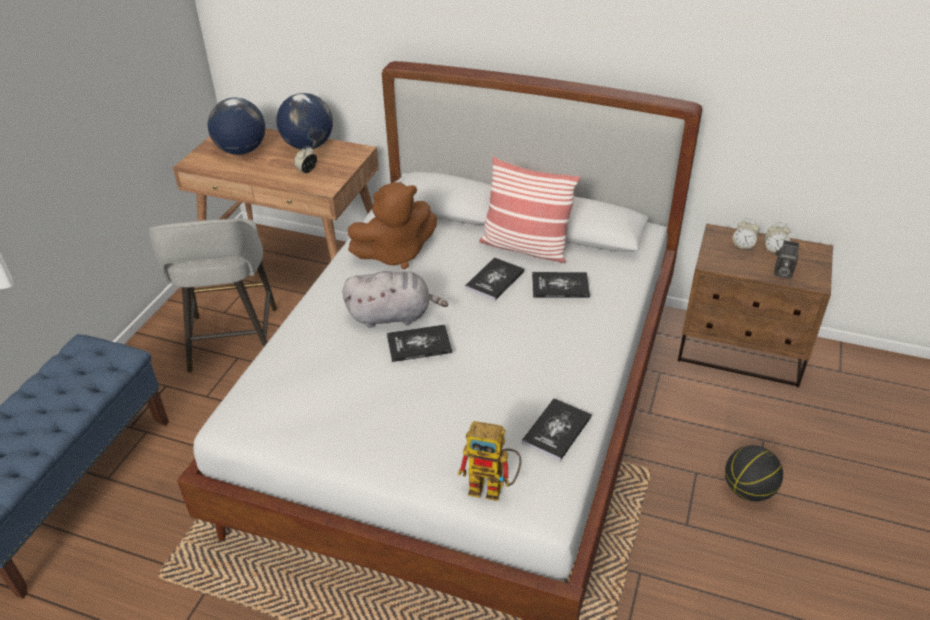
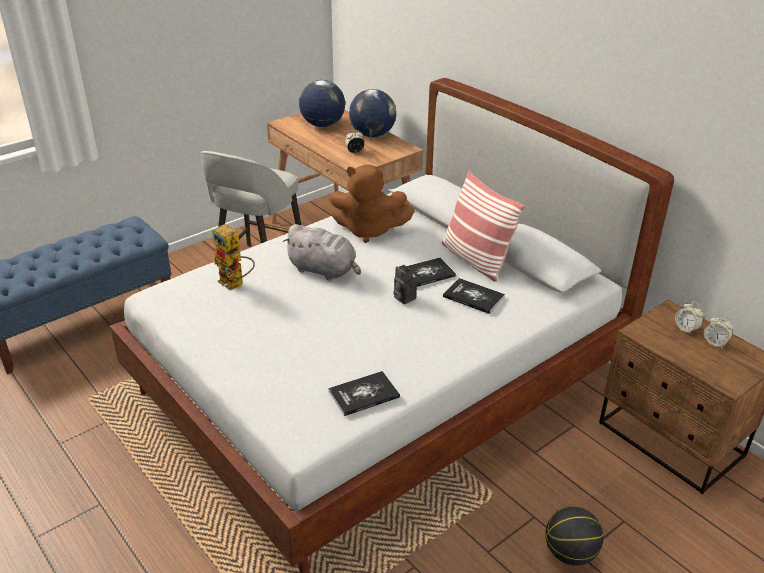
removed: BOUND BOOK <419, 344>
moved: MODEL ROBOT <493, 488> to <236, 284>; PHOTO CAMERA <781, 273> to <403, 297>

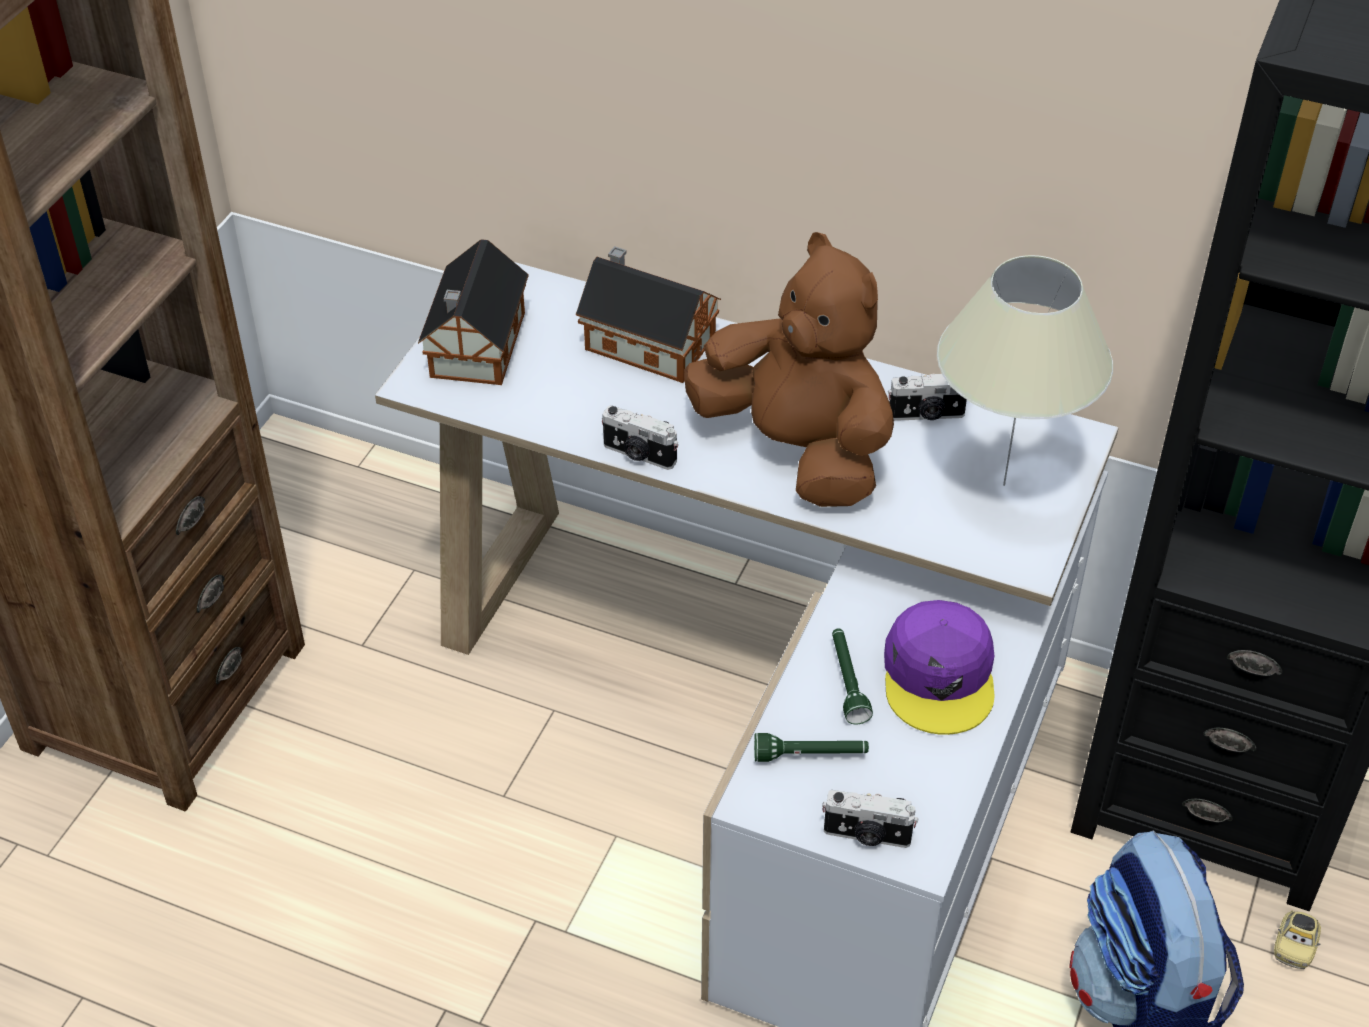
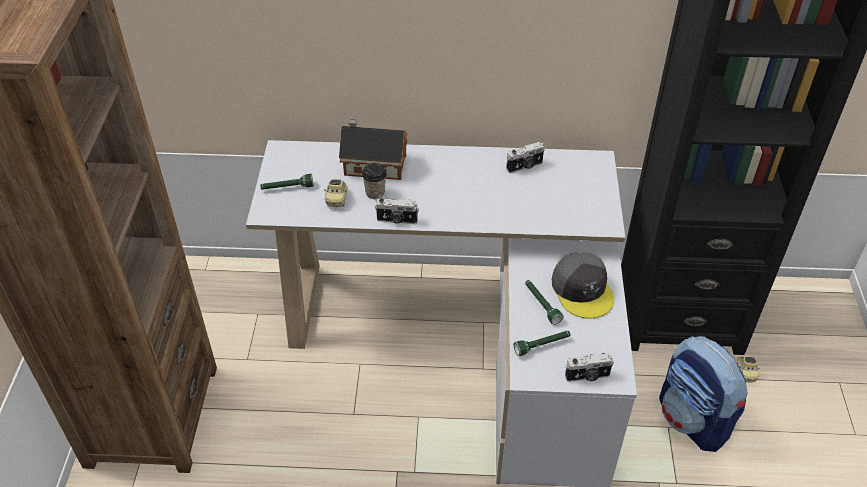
removed: BROWN-COLOURED PLUSH TOY <797, 449>; BEIGE-COLOURED LAMP FOR A TABLE <1003, 484>
added: TOY CAR <337, 199>; CUP <375, 193>
replaced: MODEL HOUSE <475, 348> to GREEN FLASHLIGHT <287, 188>
recoloured: PURPLISH BASEBALL CAP <939, 676> to GRAY BASEBALL CAP <582, 290>

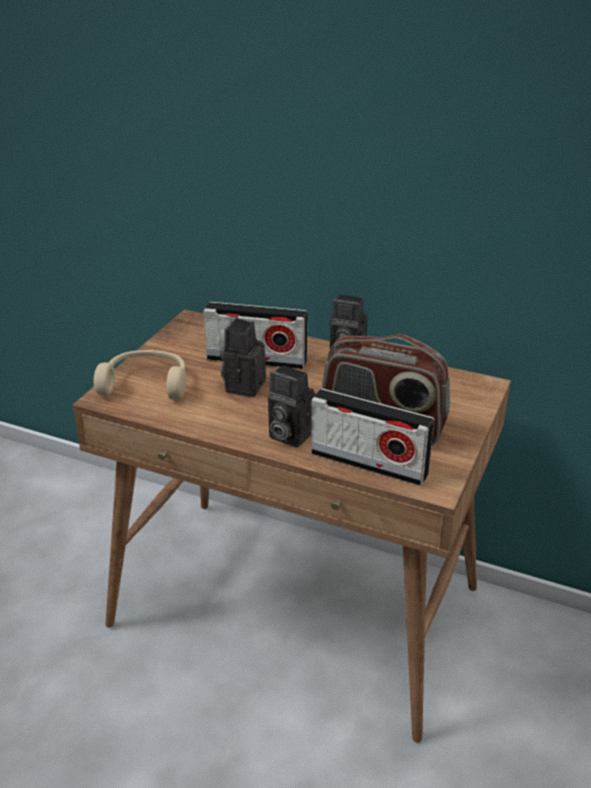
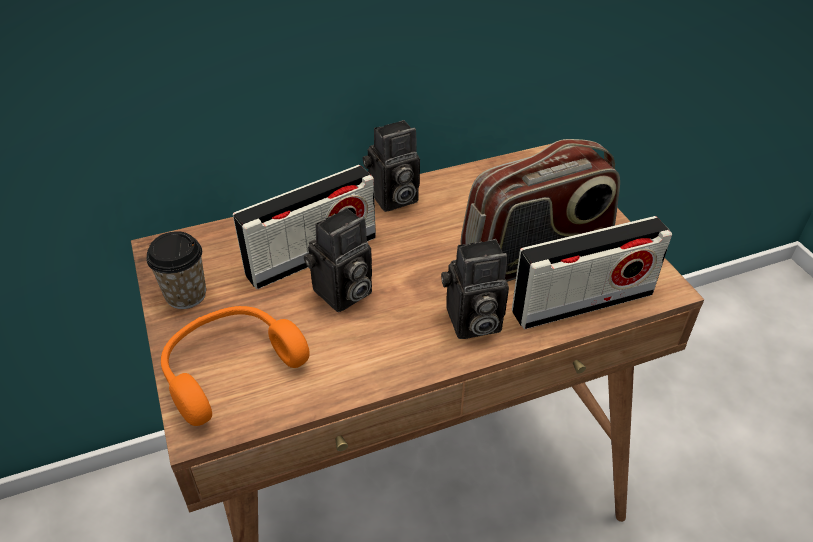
added: CUP <186, 295>
recoloured: BEIGE-COLOURED HEADSET <146, 384> to ORANGEY HEADSET <229, 368>
turned: PHOTO CAMERA <243, 385> = <342, 294> 105 degrees counterclockwise

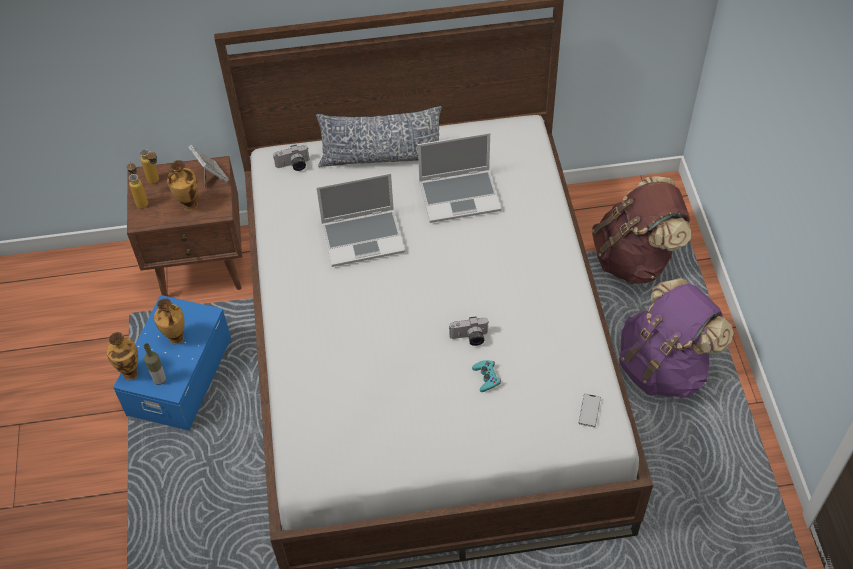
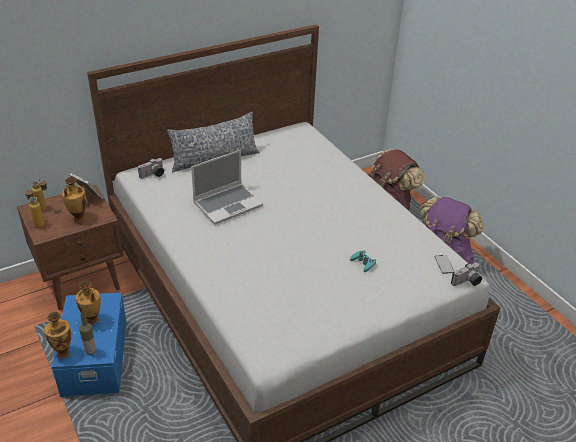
removed: NOTEBOOK COMPUTER <460, 196>
moved: PHOTO CAMERA <469, 338> to <467, 282>

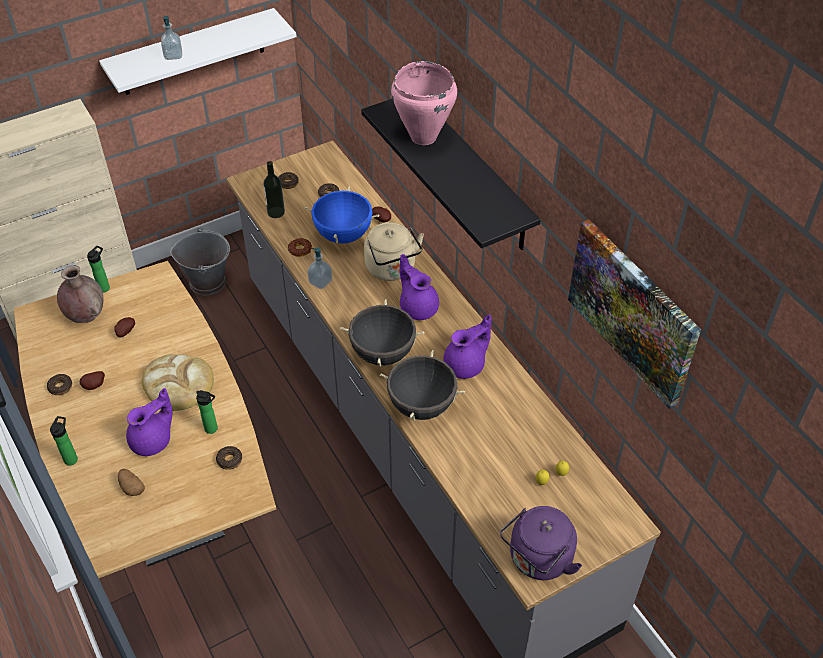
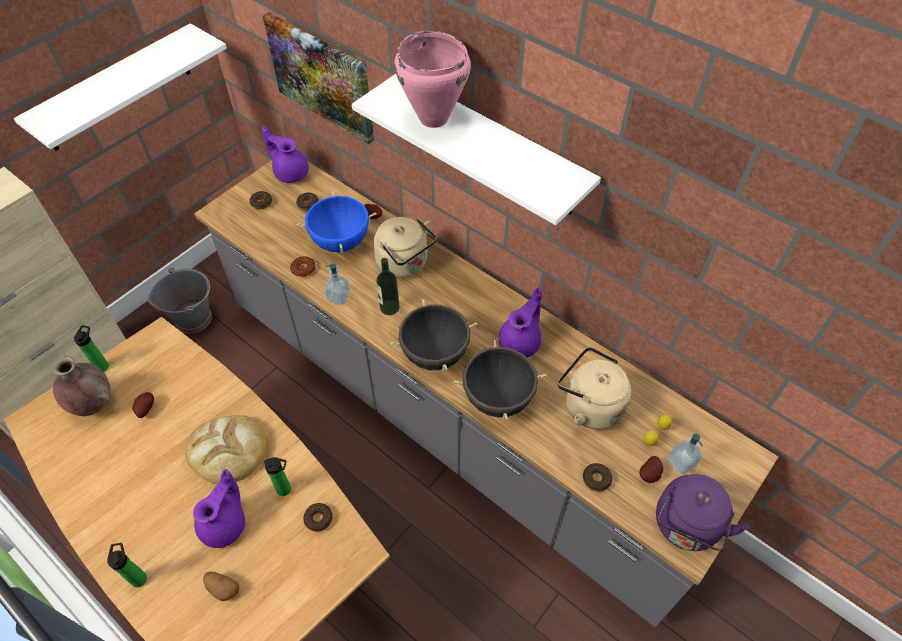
added: BEIGE-COLOURED TEA KETTLE <589, 405>
moved: DOUGHNUT <60, 387> to <596, 479>; SPUD <95, 386> to <650, 475>; SOAP DISPENSER <173, 55> to <681, 462>; DRINK BOTTLE <276, 212> to <389, 307>; PURPLISH TEAPOT <418, 307> to <290, 172>; PICTURE <632, 311> to <322, 77>
recoloured: BLACKISH BRACKET SHELF <472, 172> to WHITE-COLOURED BRACKET SHELF <491, 145>

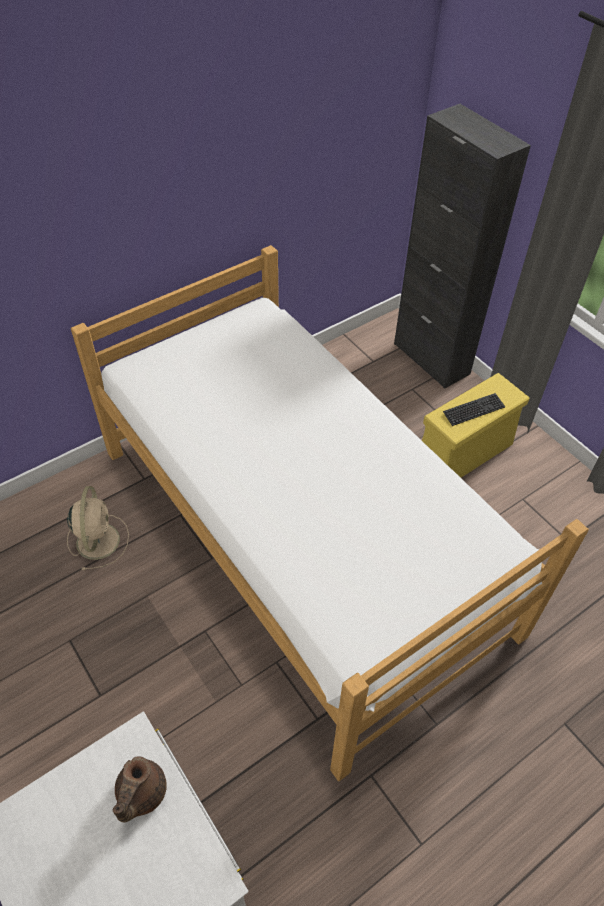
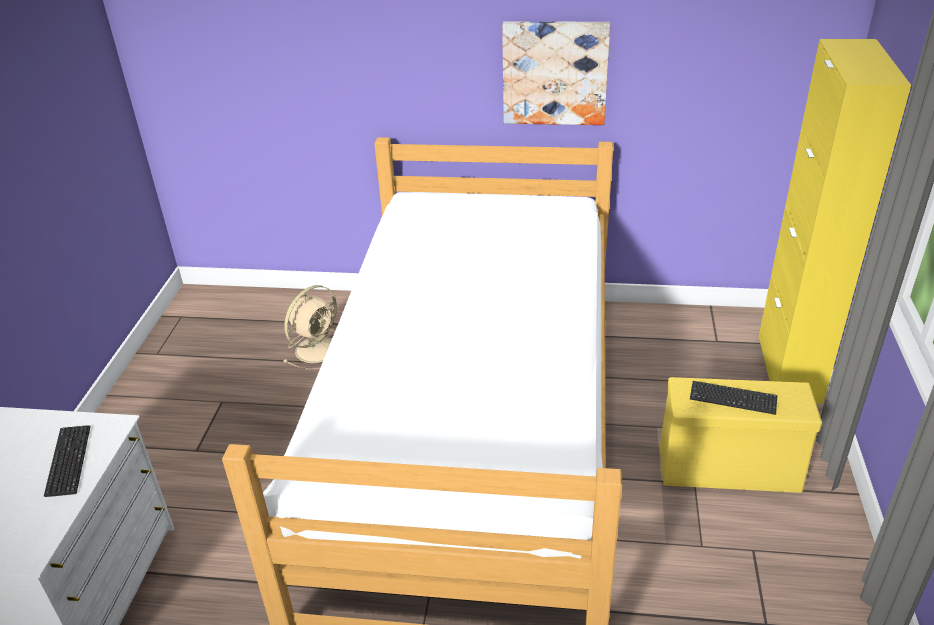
added: PICTURE <555, 73>
replaced: BROWN-COLOURED TEAPOT <140, 794> to PC KEYBOARD <69, 461>
recoloured: BLACKISH CUPBOARD <431, 359> to YELLOW-COLOURED CUPBOARD <789, 369>

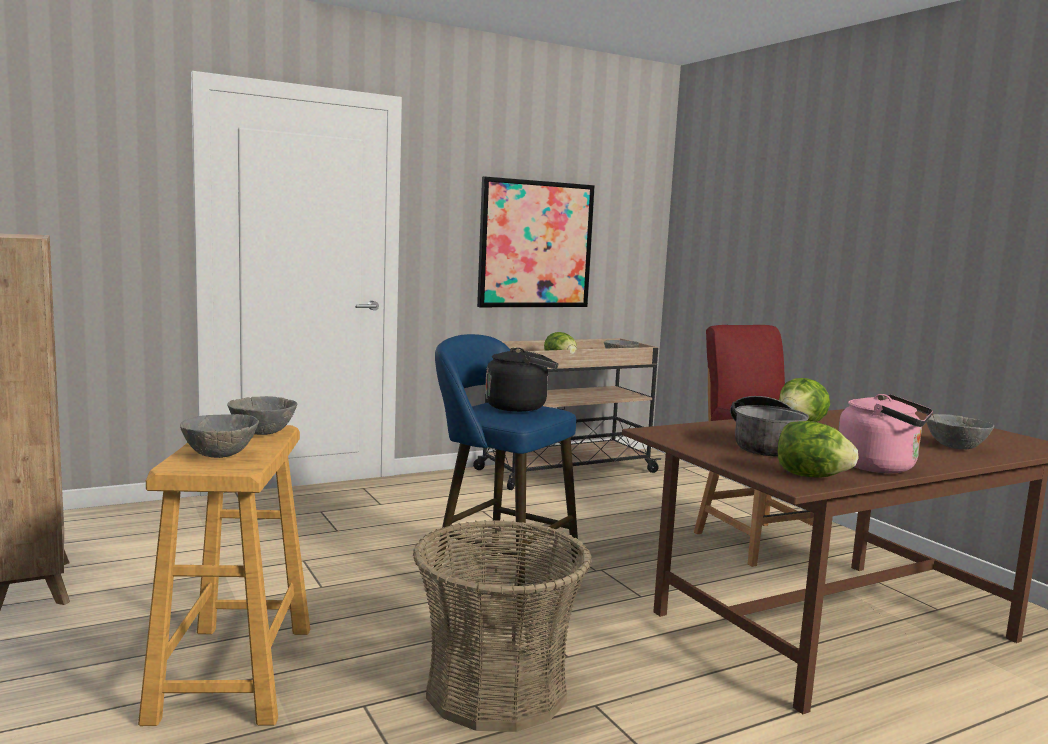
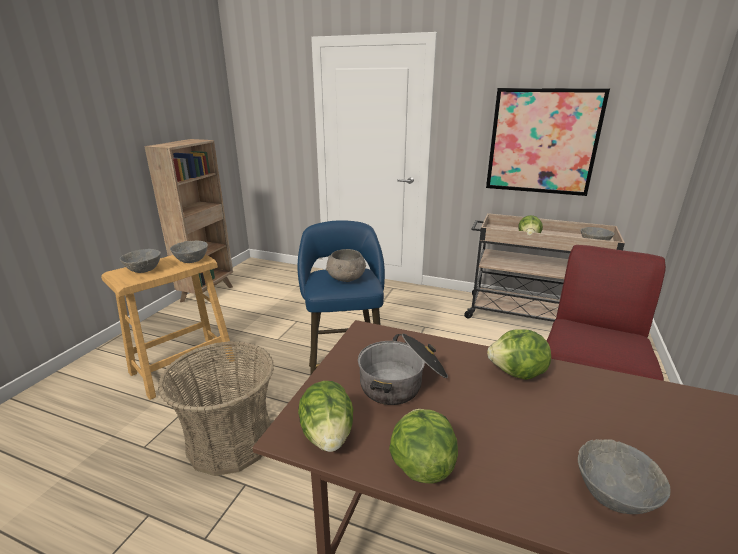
replaced: BLACKISH TEA KETTLE <520, 407> to GRAY DEEP DISH <346, 278>; PINKISH TEA KETTLE <881, 467> to LETTUCE HEAD <421, 465>

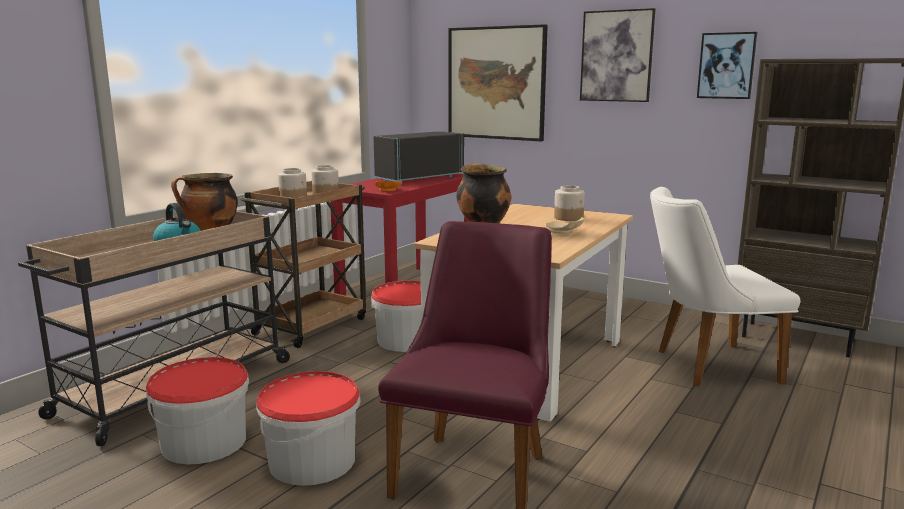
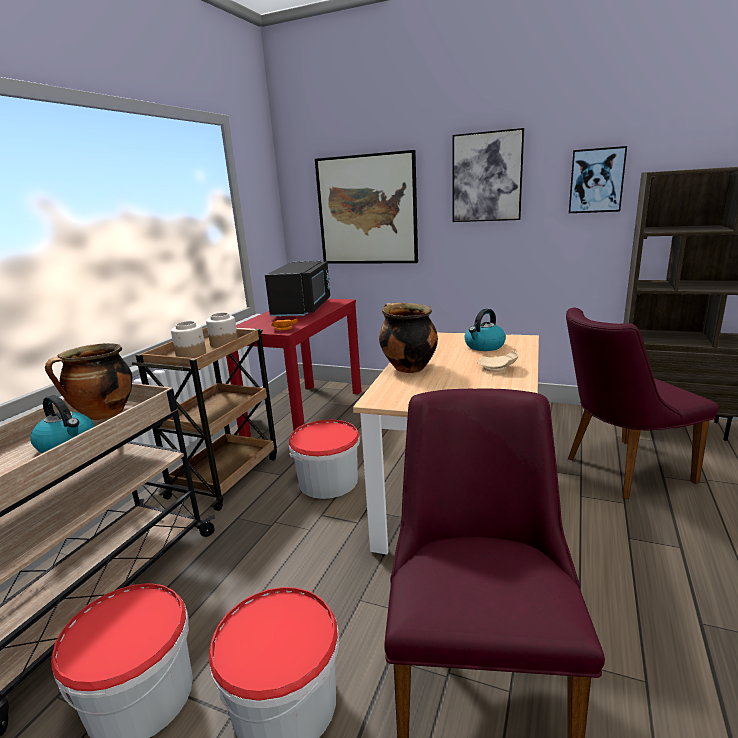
replaced: STORAGE JAR <569, 218> to TEA KETTLE <484, 346>
recoloured: WHITE-COLOURED CHAIR <705, 365> to PURPLISH CHAIR <618, 470>
turned: BLACKISH KITCHEN MICROWAVE <417, 178> = <303, 309> 150 degrees clockwise

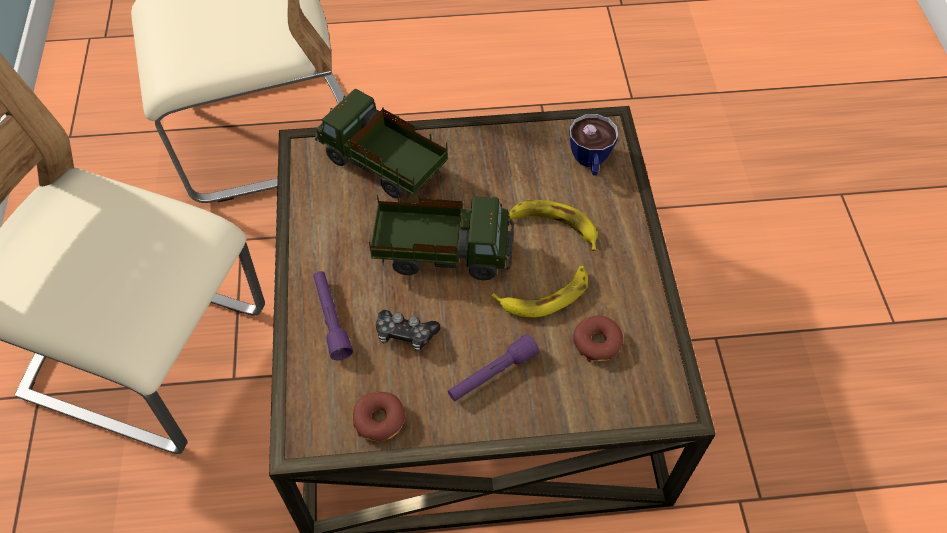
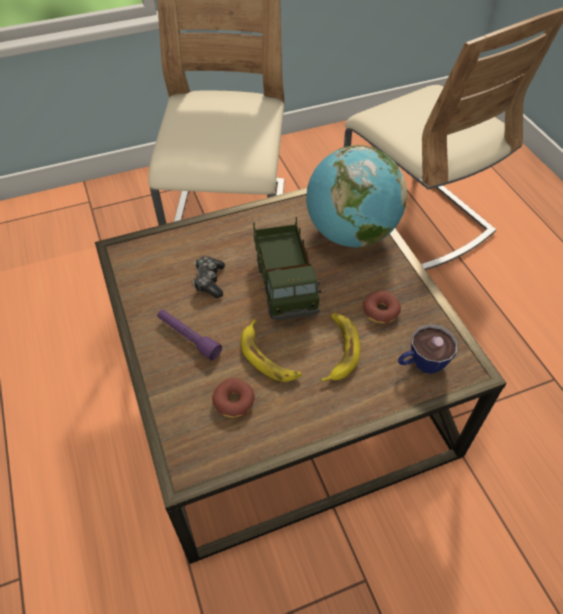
removed: PURPLISH FLASHLIGHT <331, 319>
moved: DOUGHNUT <379, 420> to <380, 311>
replaced: MODEL TRUCK <383, 166> to DESK GLOBE <350, 234>

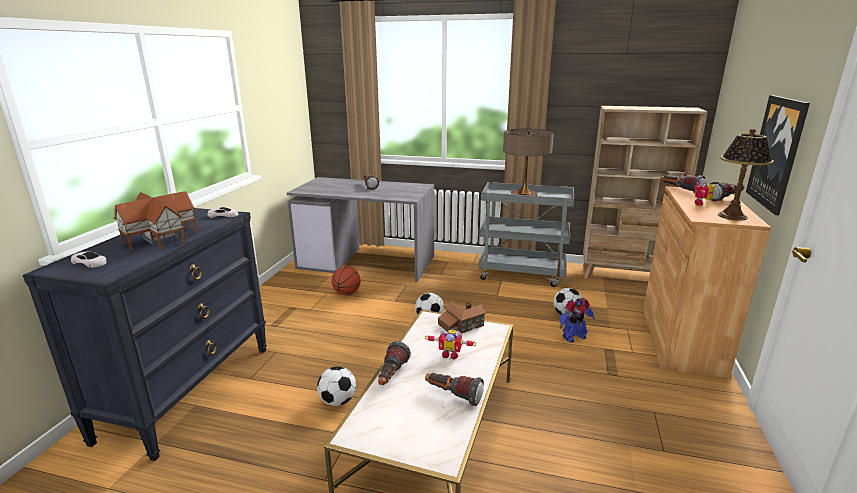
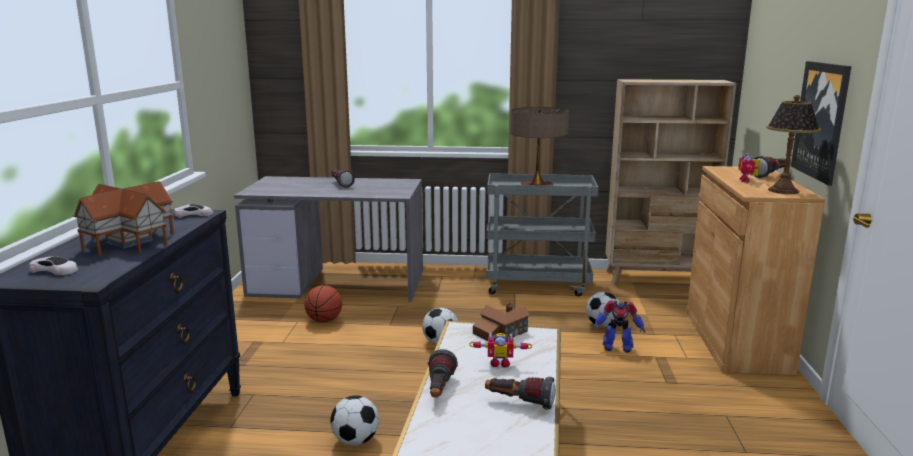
removed: FLASHLIGHT <679, 190>
turned: MODEL ROBOT <573, 337> = <617, 347> 45 degrees clockwise

